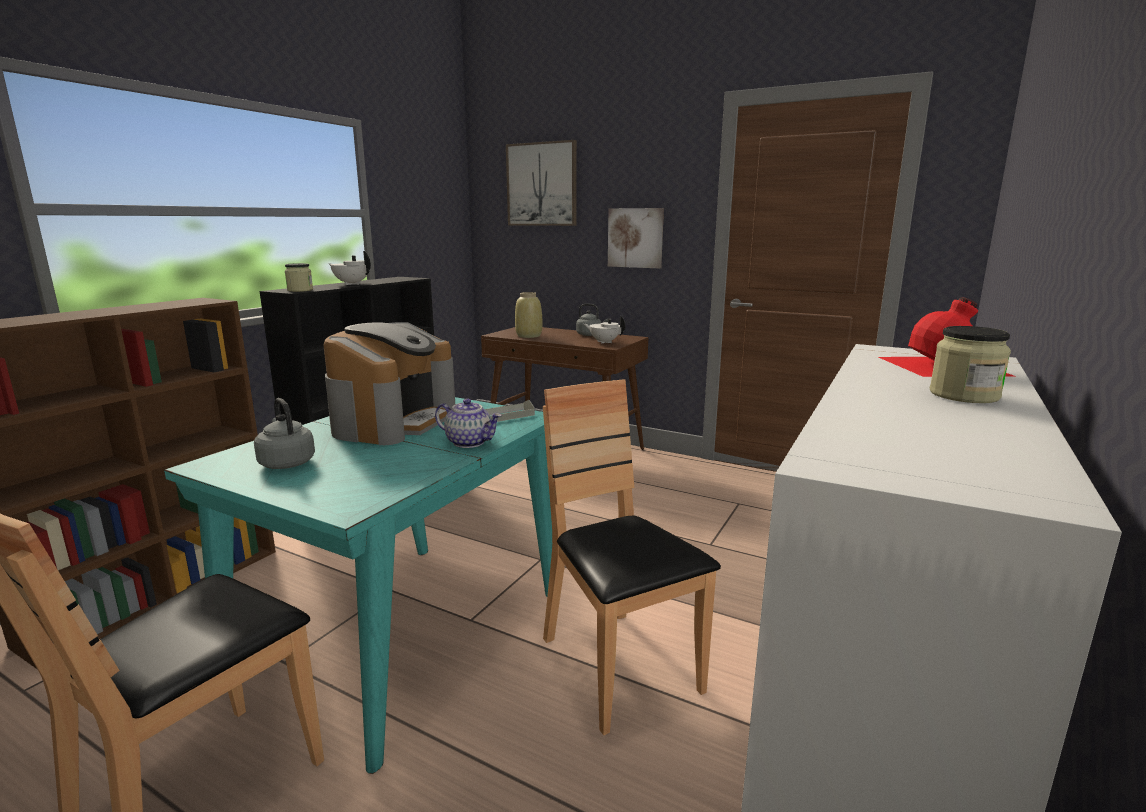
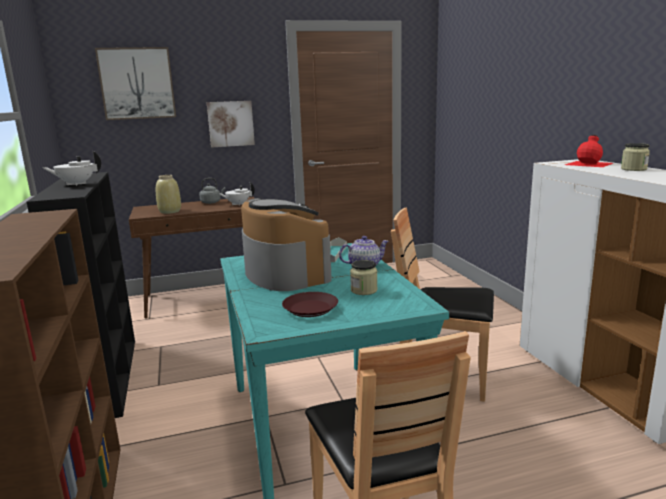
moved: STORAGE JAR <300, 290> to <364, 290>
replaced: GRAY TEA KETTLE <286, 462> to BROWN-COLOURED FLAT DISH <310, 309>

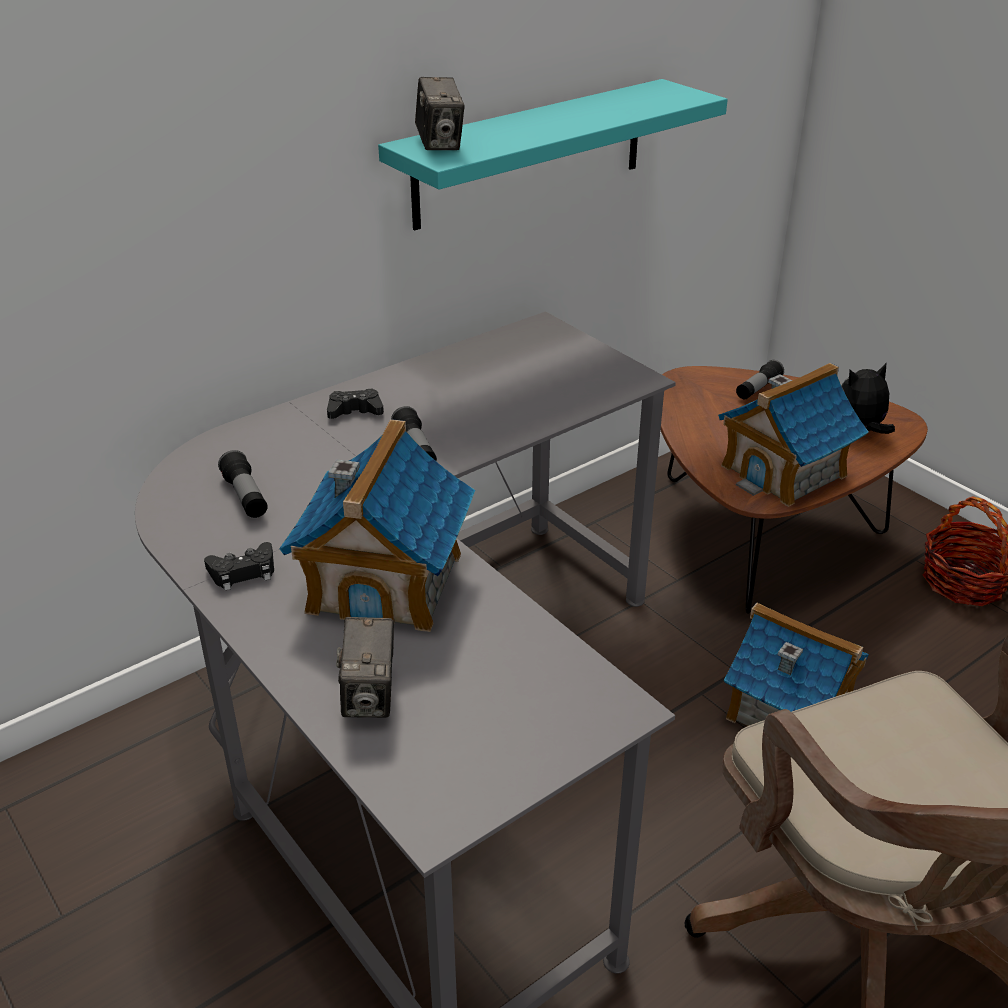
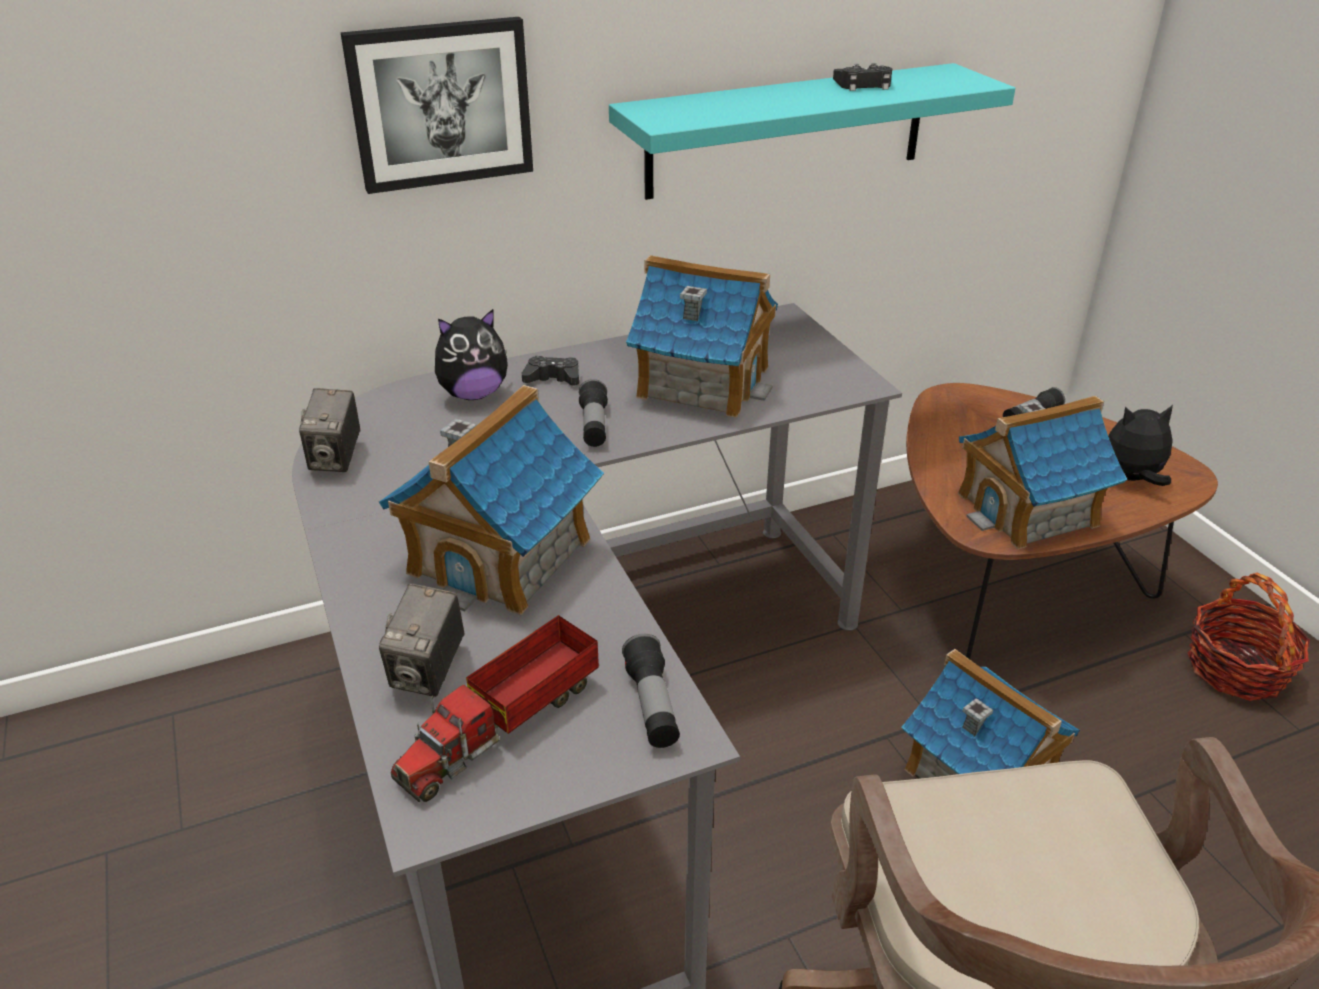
added: PICTURE <441, 104>; MODEL TRUCK <504, 724>; PLUSH TOY <473, 394>; MODEL HOUSE <703, 381>
moved: BLACKISH GAME CONTROLLER <243, 572> to <864, 85>; FLASHLIGHT <245, 496> to <652, 705>; PHOTO CAMERA <440, 144> to <336, 458>

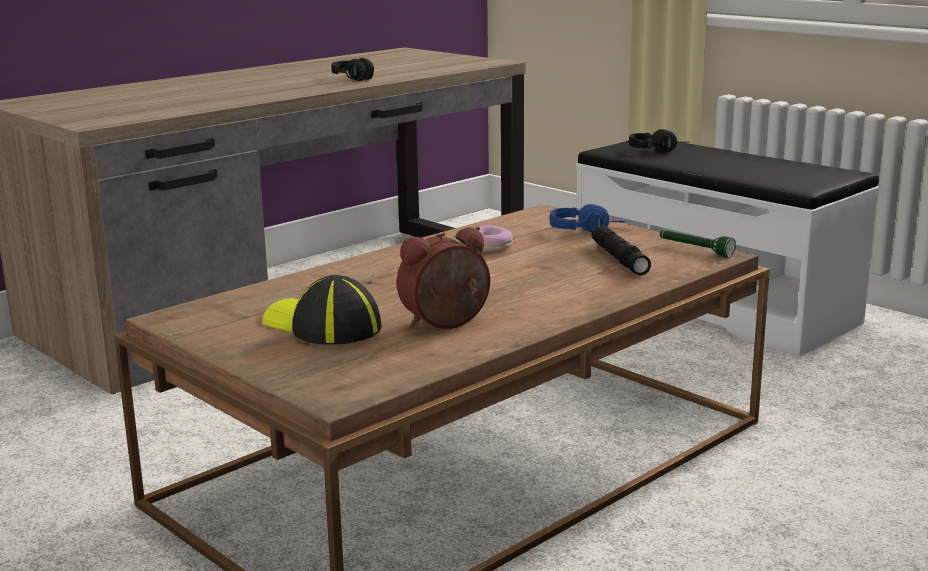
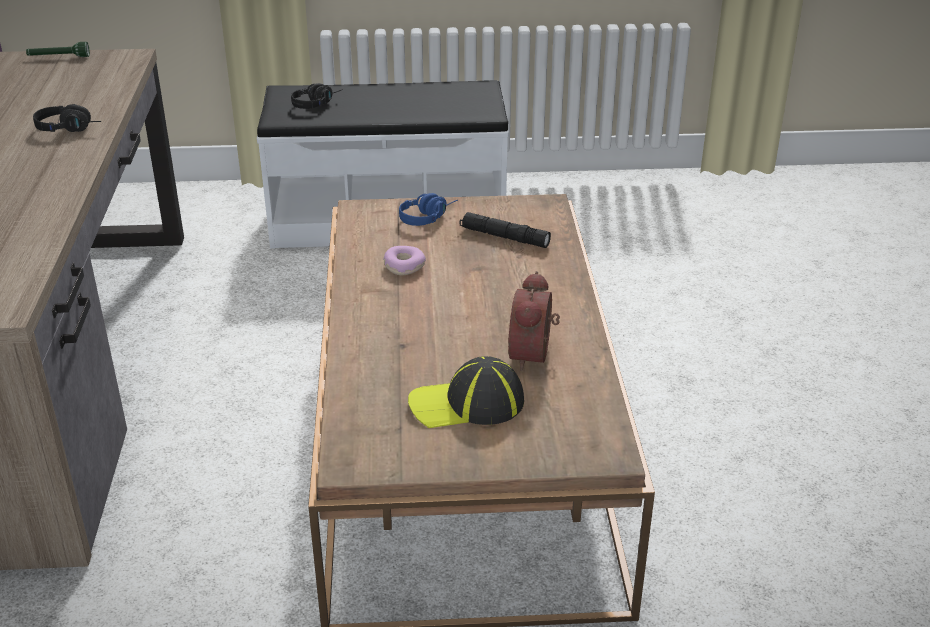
moved: GREEN FLASHLIGHT <695, 250> to <59, 57>

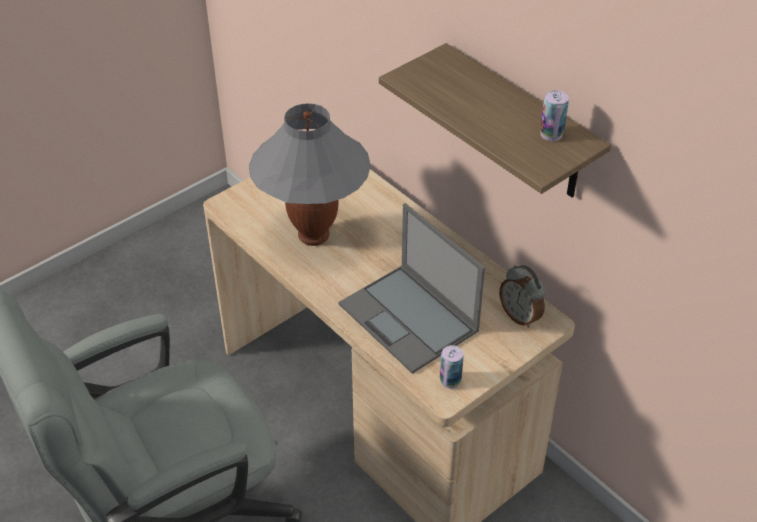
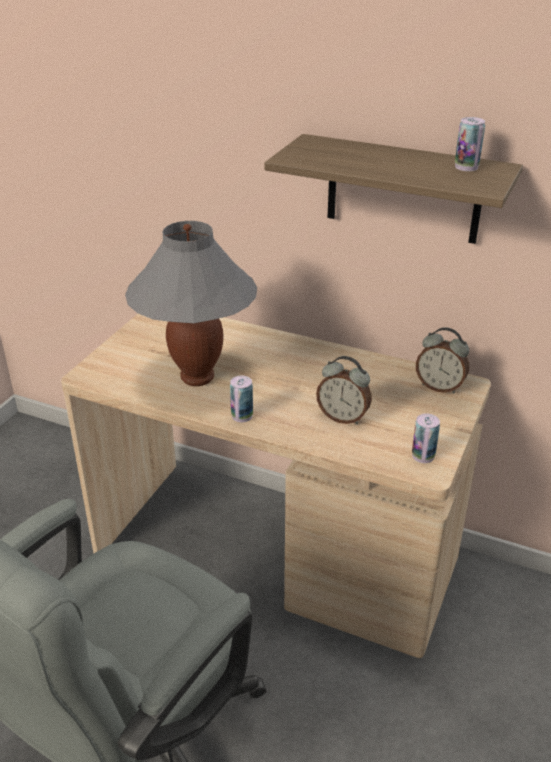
added: SEALED CAN <242, 416>
replaced: NOTEBOOK COMPUTER <409, 318> to ALARM CLOCK <343, 417>

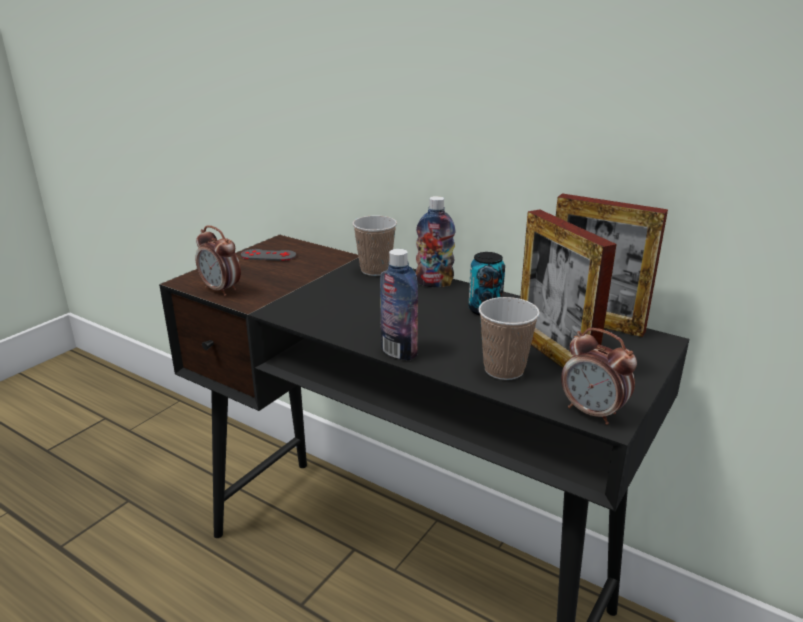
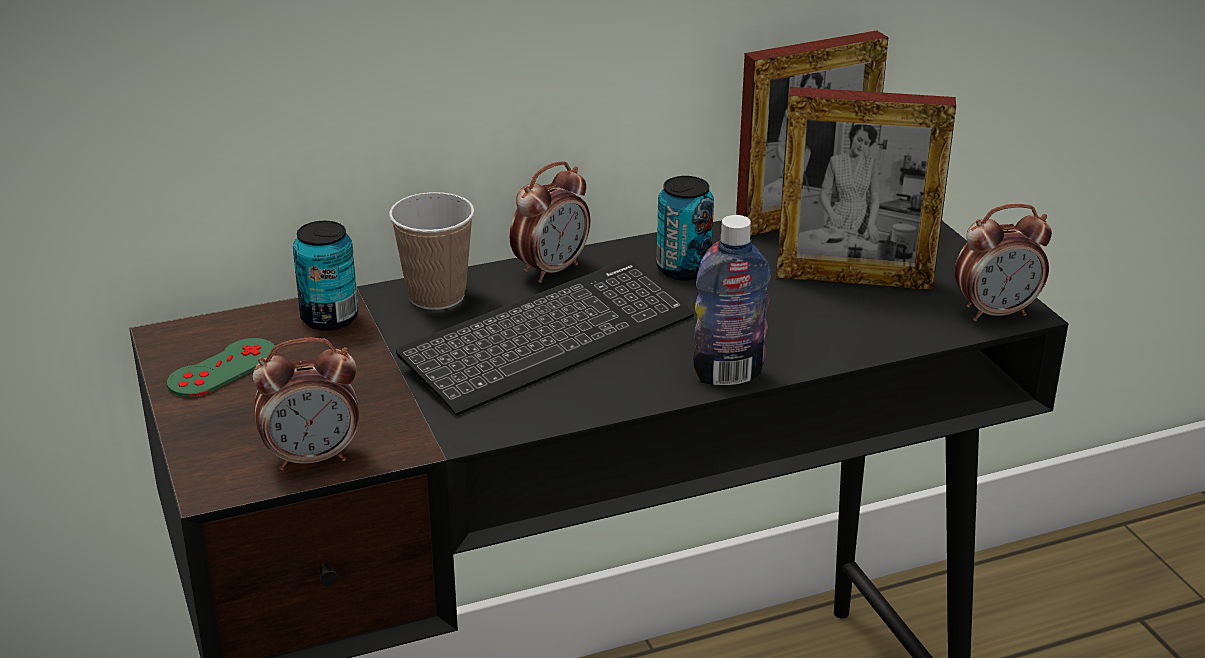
removed: CUP <504, 370>
added: SEALED CAN <329, 318>; PC KEYBOARD <548, 341>
replaced: DRINK BOTTLE <434, 283> to ALARM CLOCK <551, 270>
recoloured: GRAY GAME CONTROLLER <268, 255> to GREEN GAME CONTROLLER <222, 368>

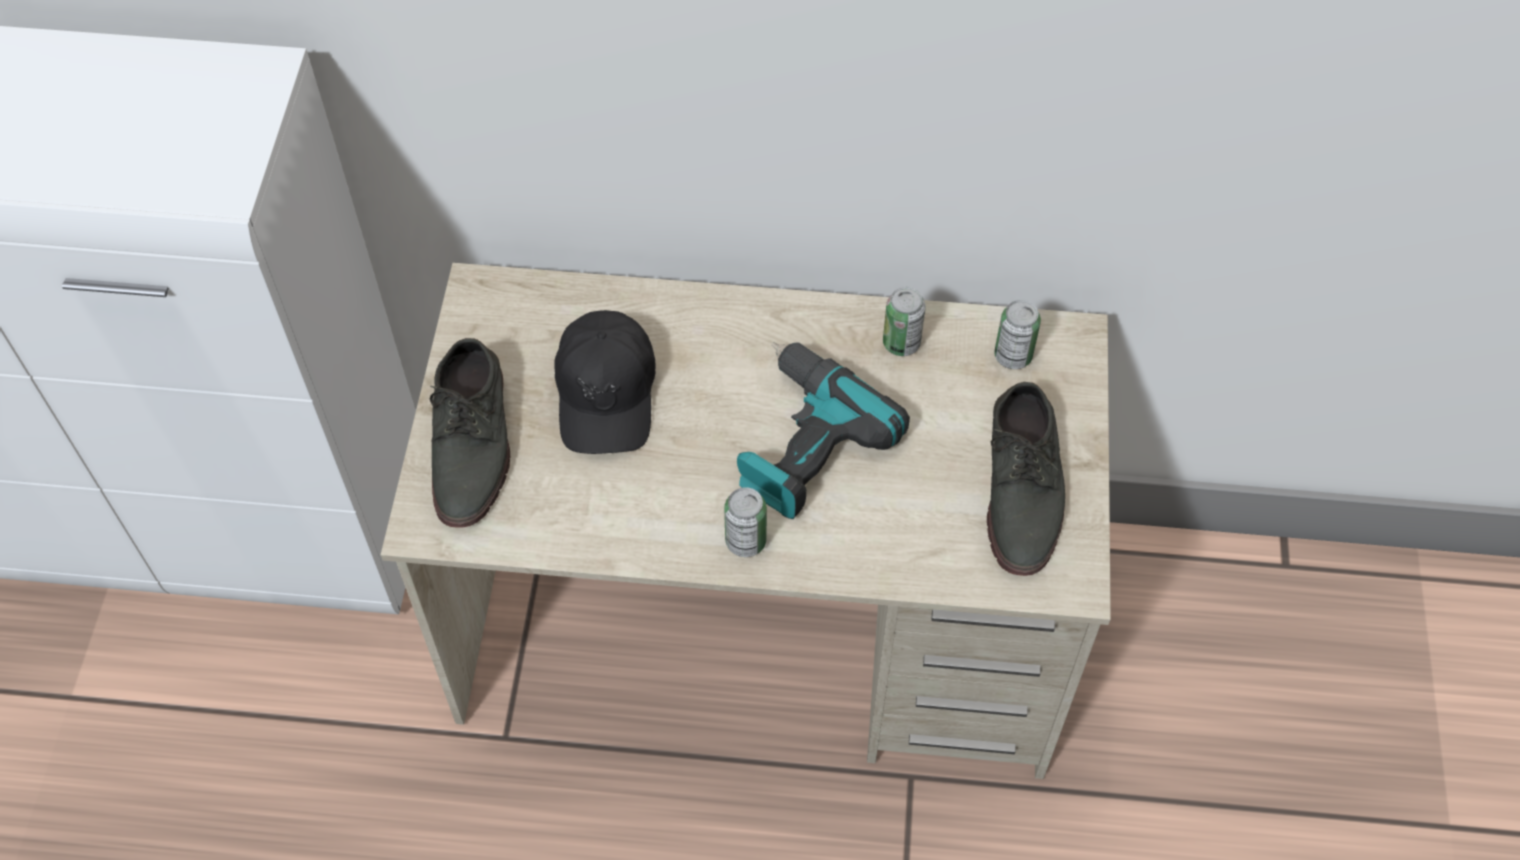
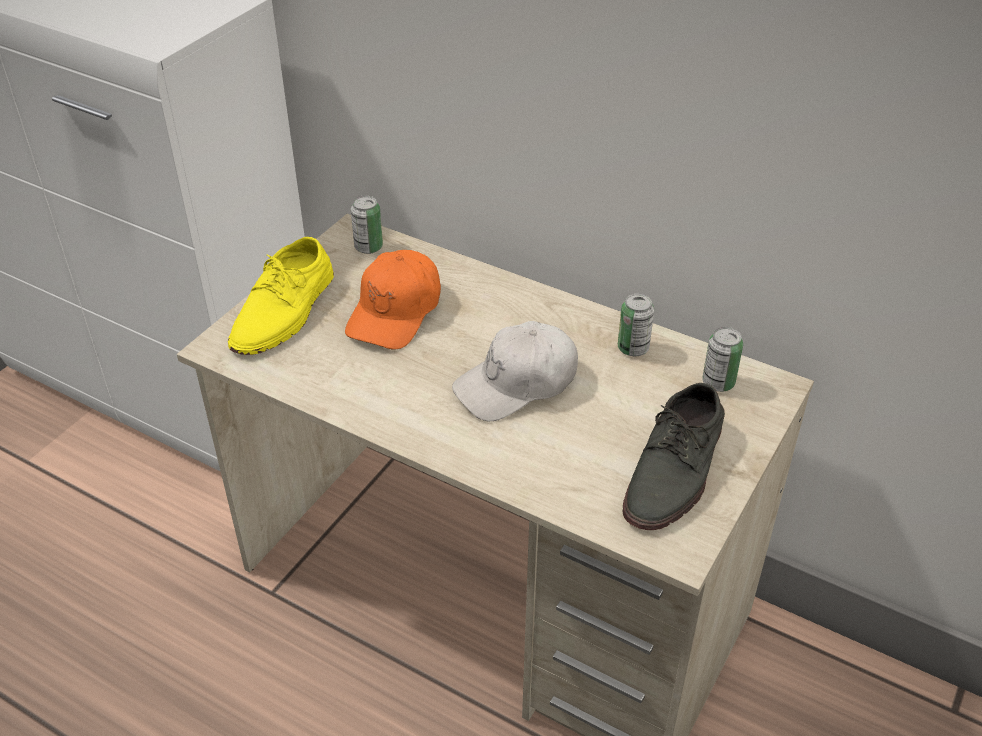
moved: SEALED CAN <745, 541> to <368, 247>
replaced: POWER DRILL <802, 442> to WHITE-COLOURED BASEBALL CAP <517, 384>
recoloured: GRAY ITEM OF FOOTWEAR <473, 442> to YELLOW-COLOURED ITEM OF FOOTWEAR <285, 311>; BLACKISH BASEBALL CAP <607, 393> to ORANGEY BASEBALL CAP <395, 312>

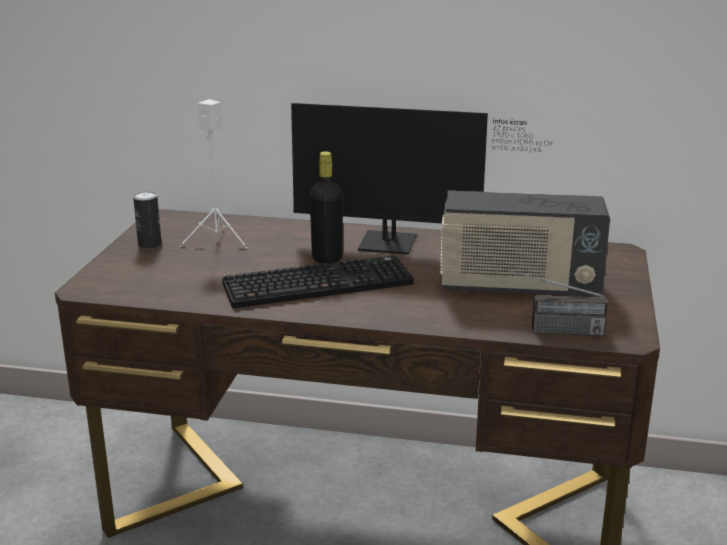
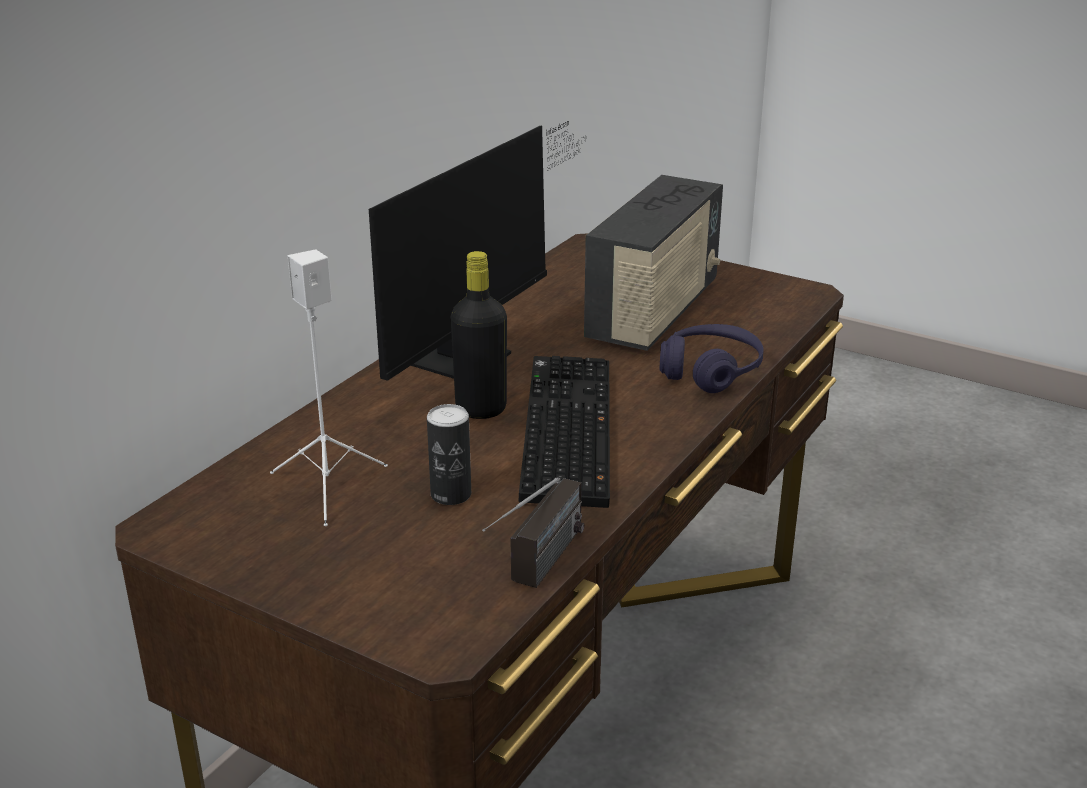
added: PURPLISH HEADSET <710, 371>
moved: SEALED CAN <149, 244> to <451, 494>; RADIO SET <548, 331> to <537, 571>

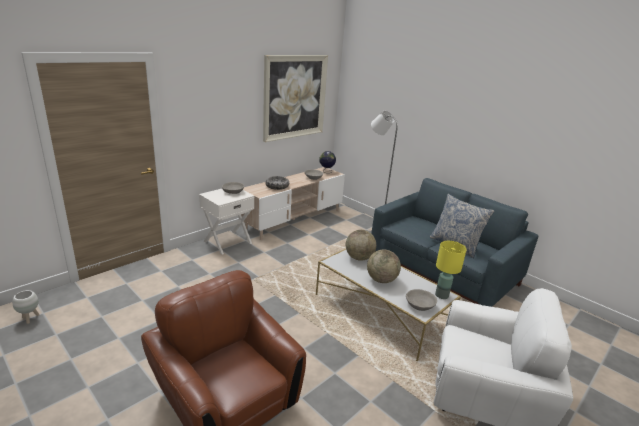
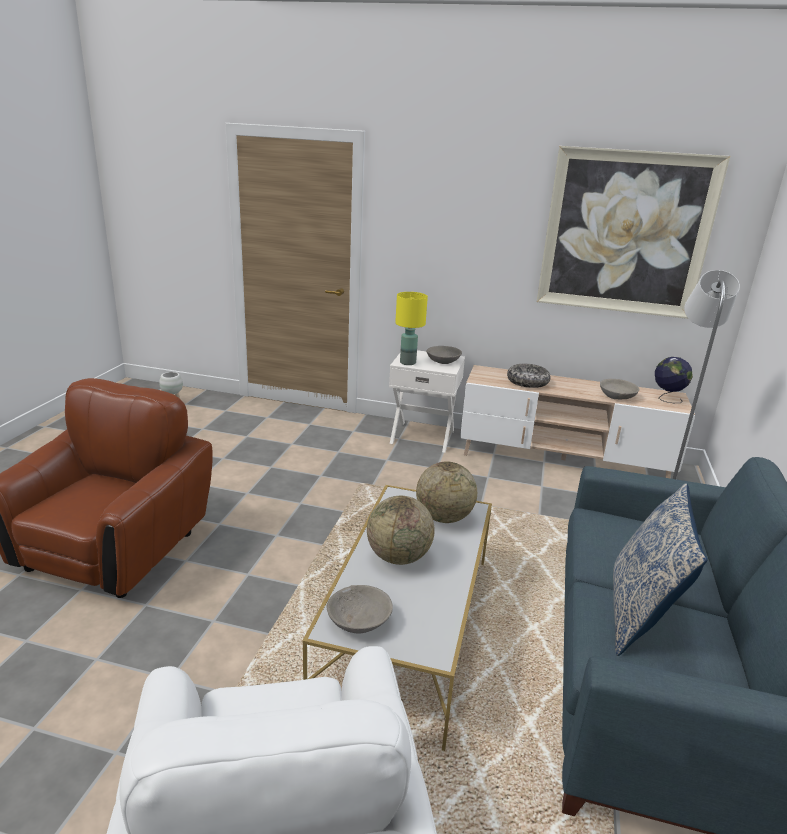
moved: YELLOW-COLOURED LAMP FOR A TABLE <441, 295> to <407, 362>

